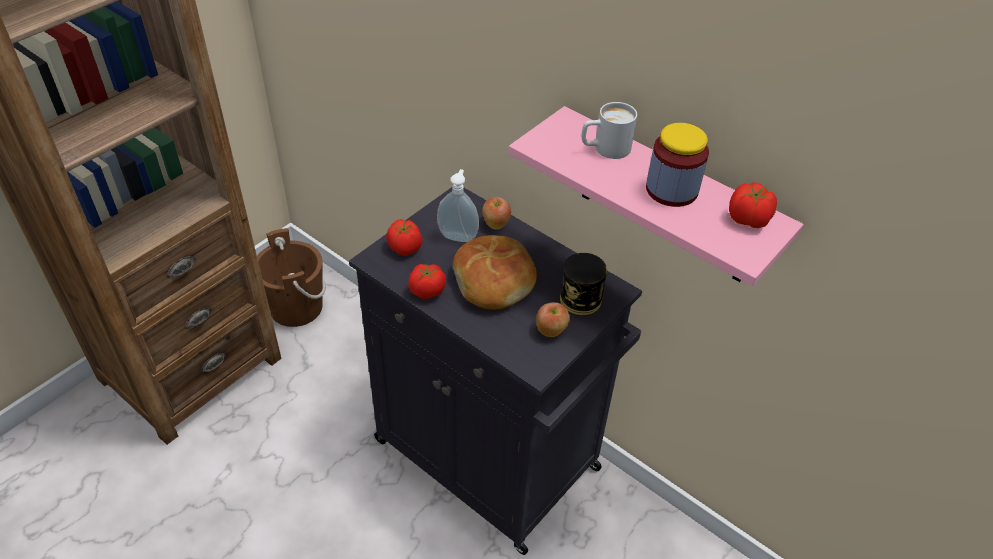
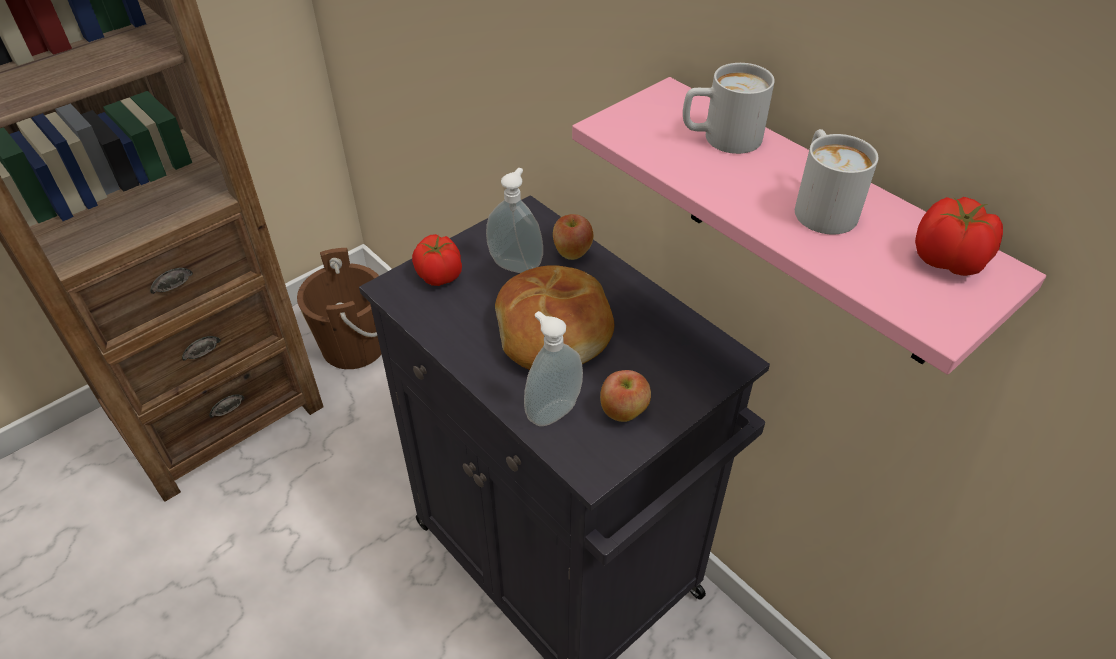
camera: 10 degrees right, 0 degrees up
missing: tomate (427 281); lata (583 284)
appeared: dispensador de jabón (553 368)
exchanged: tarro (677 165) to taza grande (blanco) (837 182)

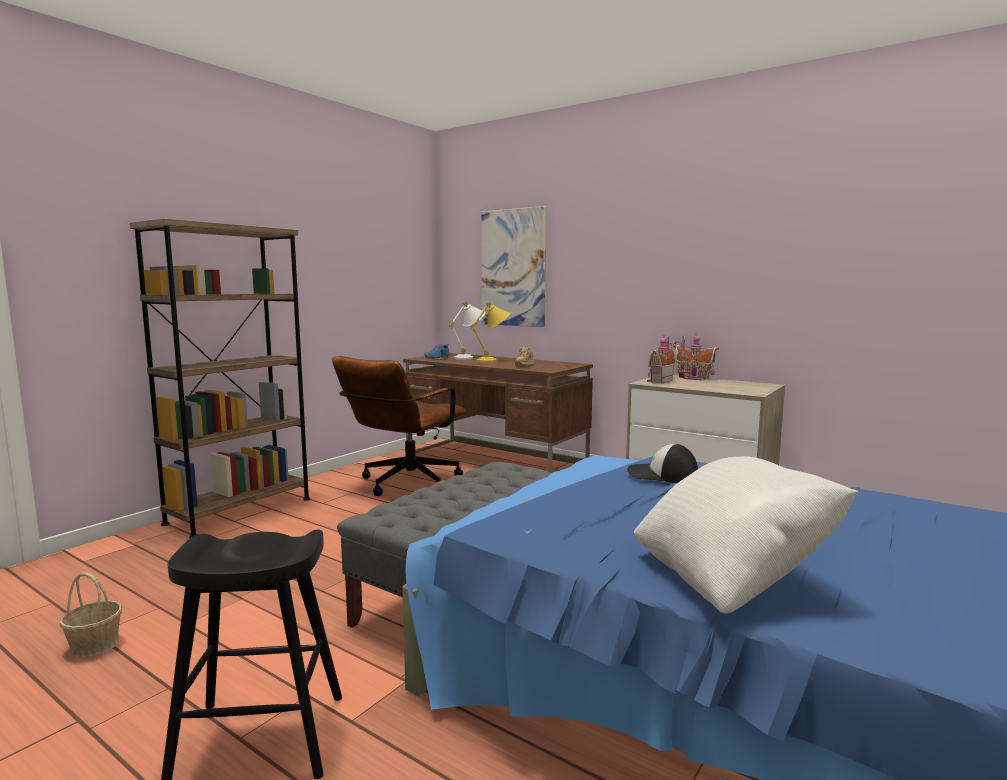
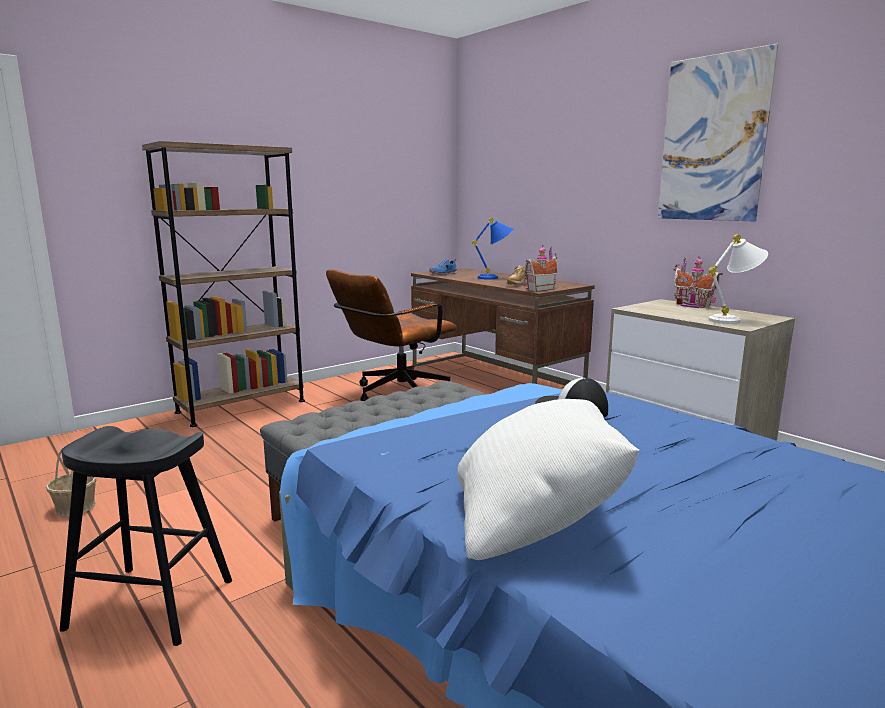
camera: 15 degrees right, 5 degrees up
relocated: lámpara de mesa (blanco) (467 331) to (738 279); cuadro (513 266) to (718 133); casita (661 359) to (540 268)
colour: lámpara de mesa (amarillo) (490 332) to lámpara de mesa (azul) (492 249)

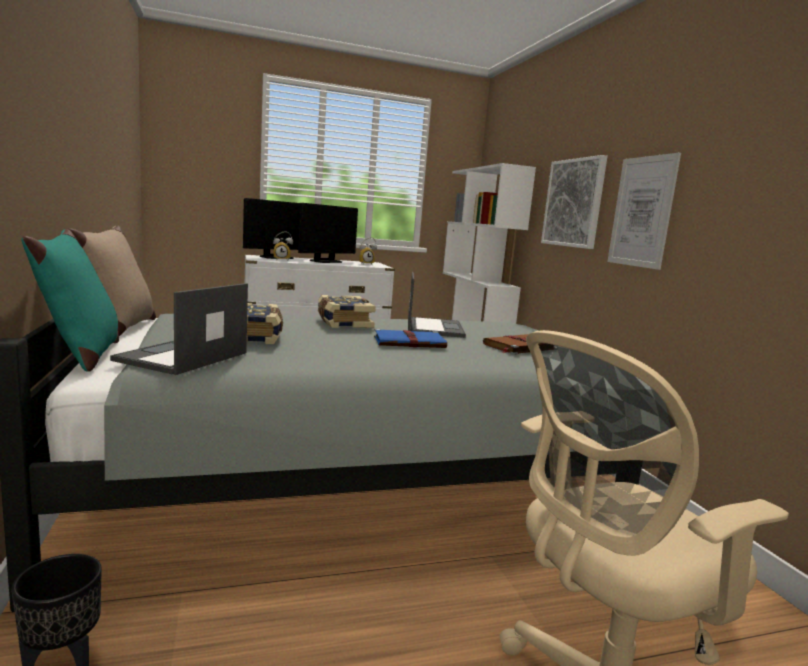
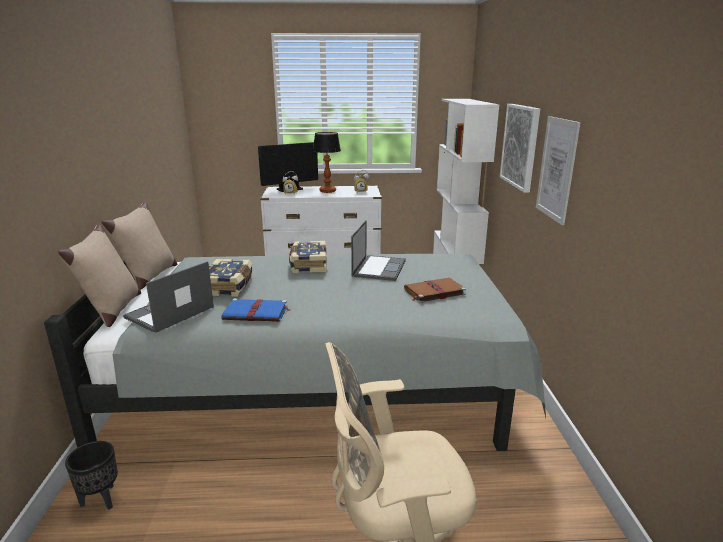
camera: 15 degrees right, 10 degrees up
relocated: libro (azul) (410 338) to (256 310)
exchanged: monitor (328 233) to lámpara de mesa (327 162)
colour: cojín (turquesa) (70 300) to cojín (beis) (99 275)

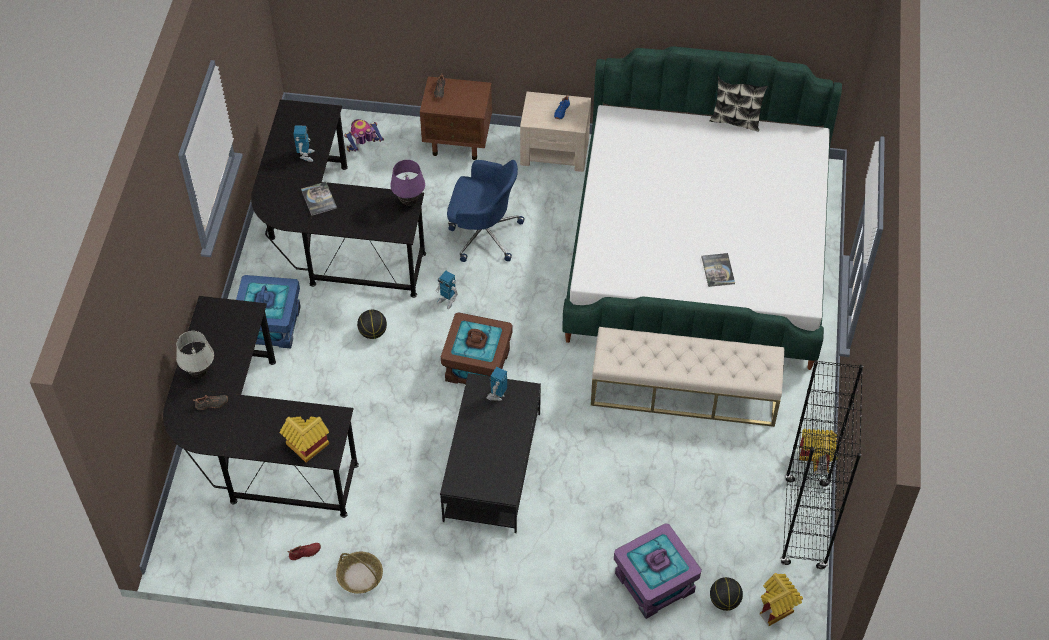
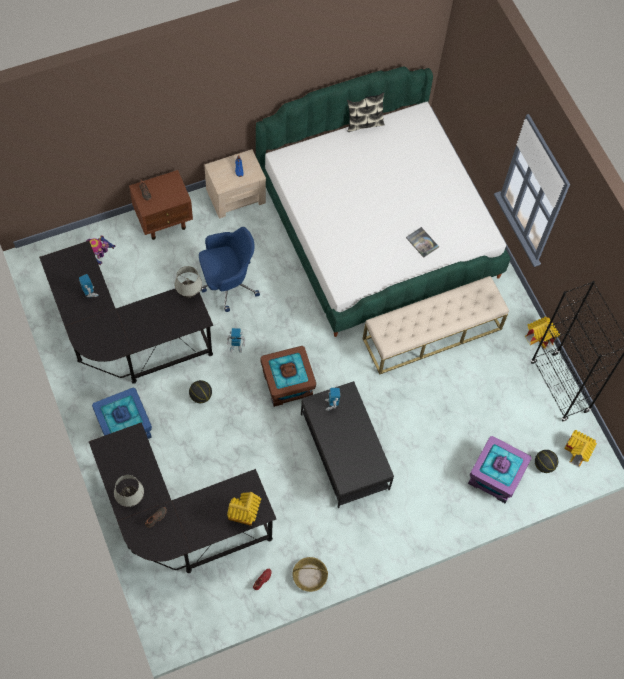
camera: 35 degrees left, 10 degrees up
missing: libro (319 199)
colour: lámpara de mesa (morado) (407 183) to lámpara de mesa (blanco) (188 282)

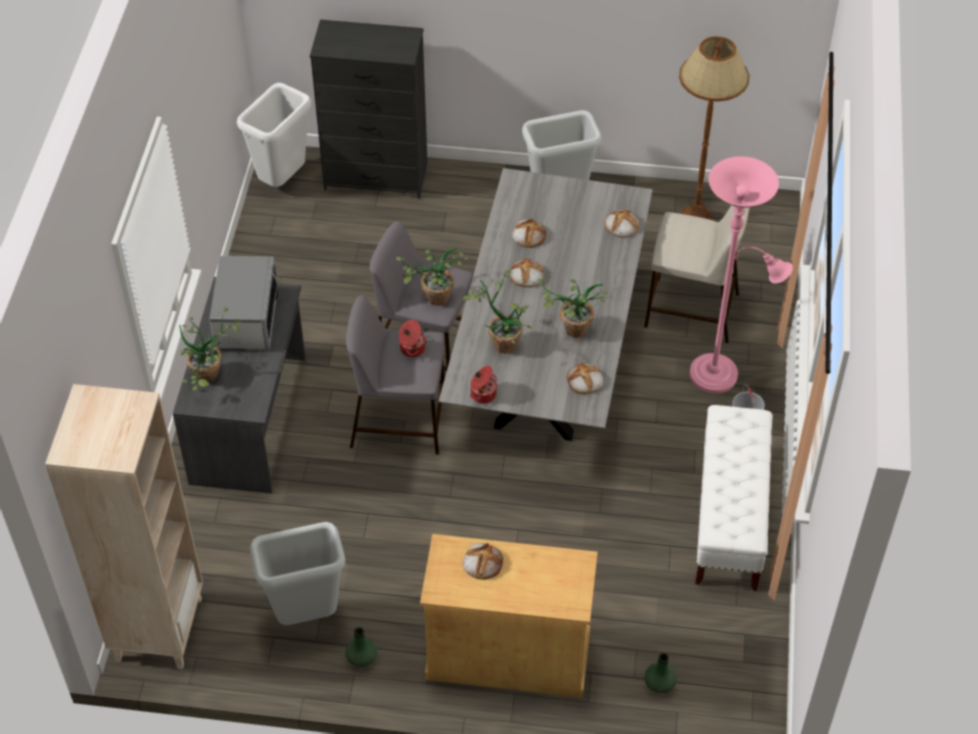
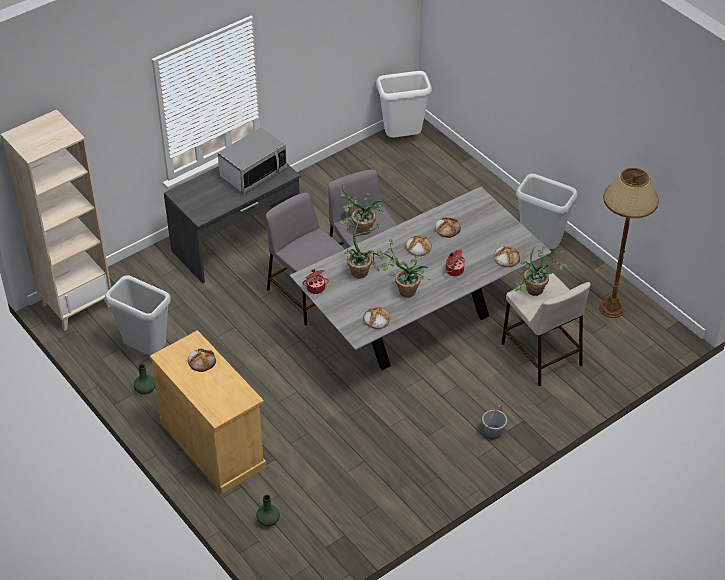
camera: 45 degrees right, 5 degrees down
missing: cómoda (negro) (369 109); lámpara de pie (rosa) (741 274); banco (blanco) (734 498)
relocated: planta en maceta (210 350) to (541 271); olla (412 338) to (455 263)

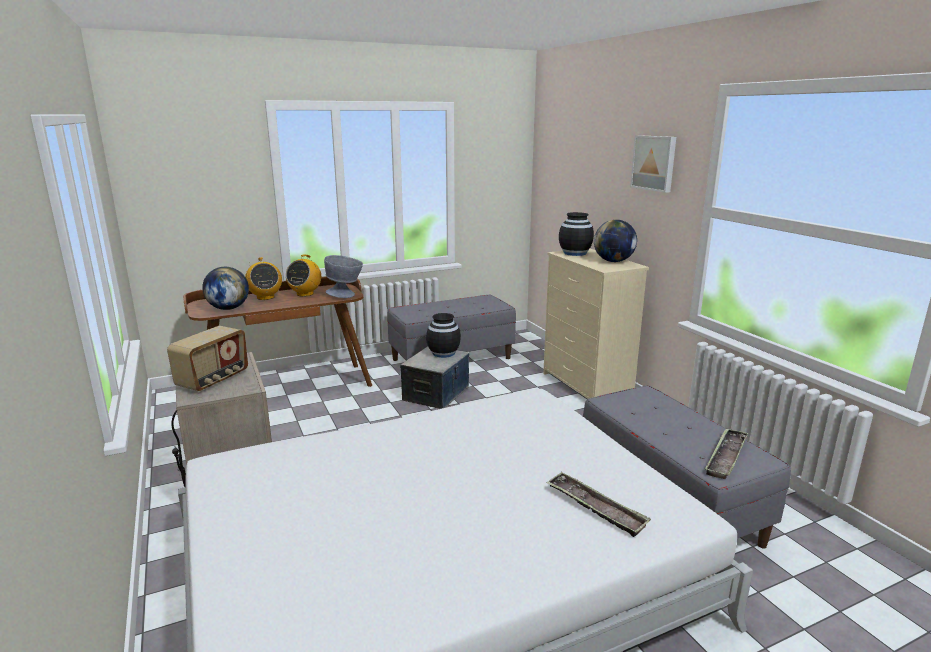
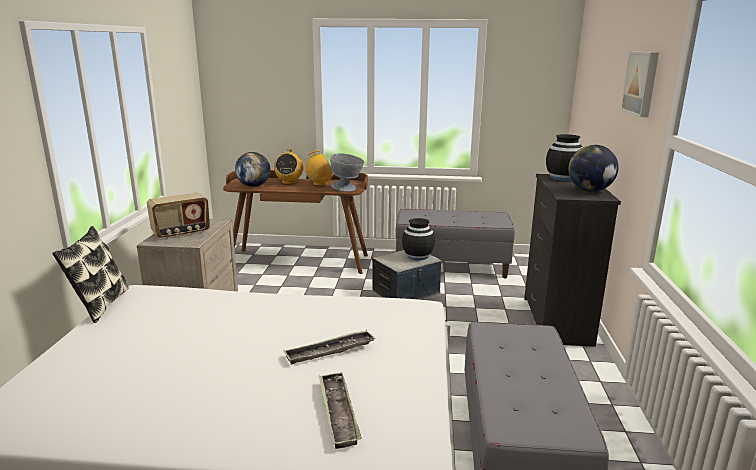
camera: 30 degrees right, 0 degrees up
appeared: cojín (90 274)
relocated: bandeja (726 454) to (330 347)
colour: cómoda (beis) (596 324) to cómoda (negro) (572 260)
spun: radio (303 275) = (319 168) 150 degrees counterclockwise

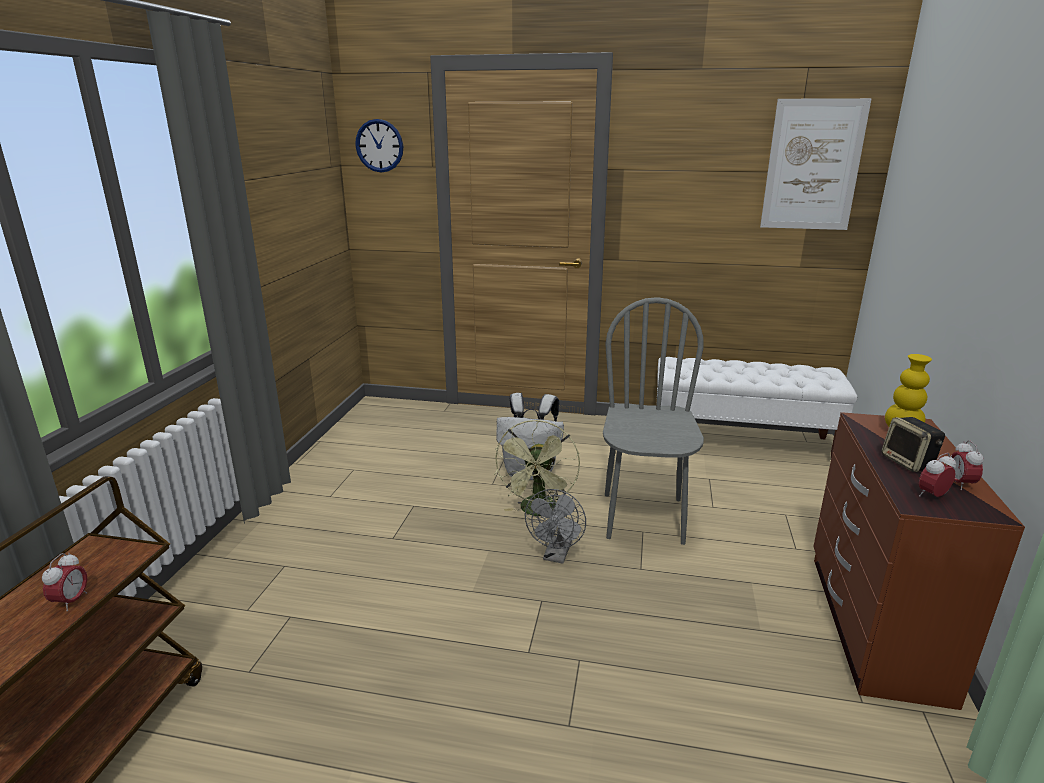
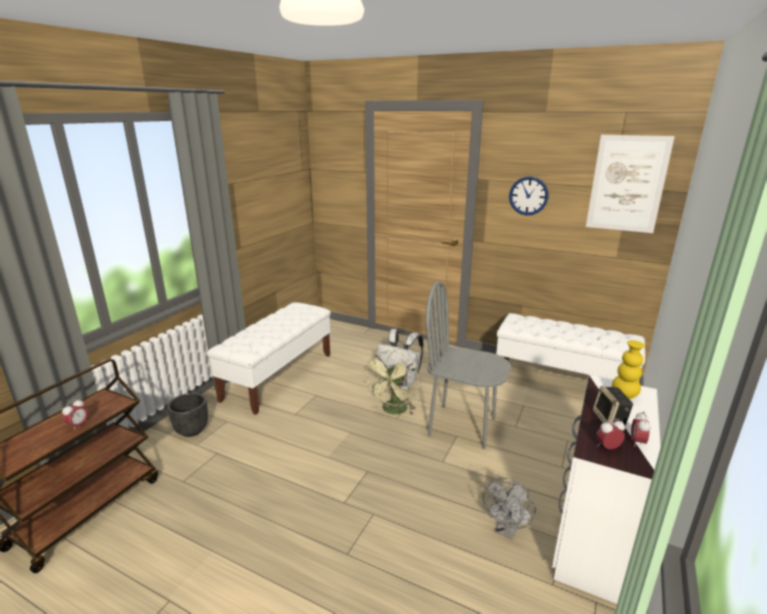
camera: 15 degrees right, 0 degrees up
appeared: maceta (negro) (187 415); banco (blanco) (269 358)
relocated: reloj de pared (379 145) to (529 195); ventilador (gris) (555 526) to (509 508)
colour: cómoda (marrón) (919 561) to cómoda (blanco) (606 489)
spun: silla (gris) (653 421) = (468 365) 90 degrees counterclockwise

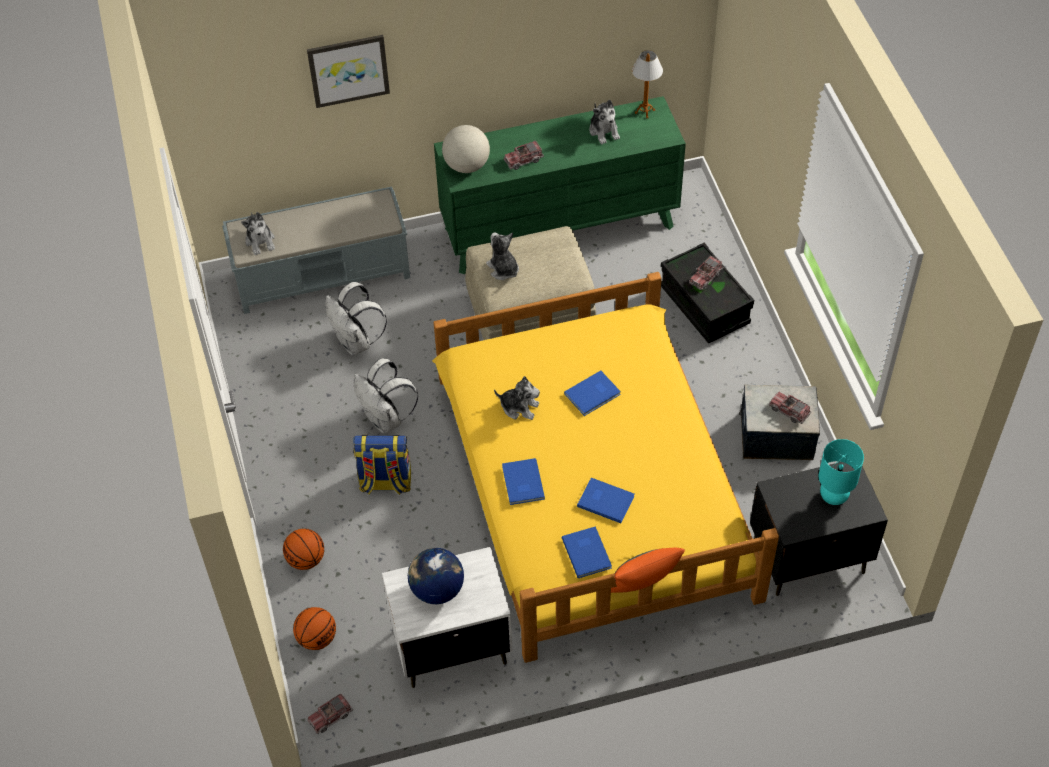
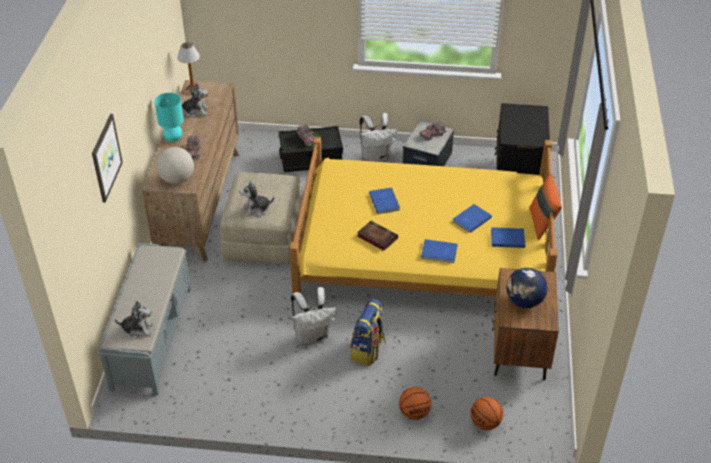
camera: 70 degrees left, 10 degrees down
missing: camión de juguete (330 714)
relocated: mochila (blanco) (356 318) to (378 137); lámpara de mesa (turquesa) (841 472) to (169 117)
exchanged: peluche (517 398) to libro (377 236)
colour: mesita de noche (blanco) (447 617) to mesita de noche (marrón) (525 324); cómoda (verde) (560 185) to cómoda (marrón) (190 171)

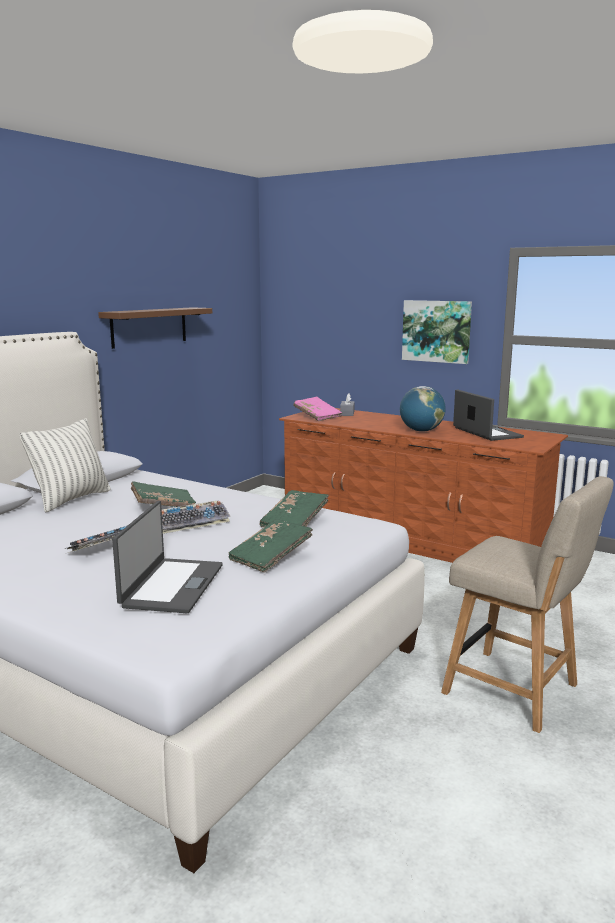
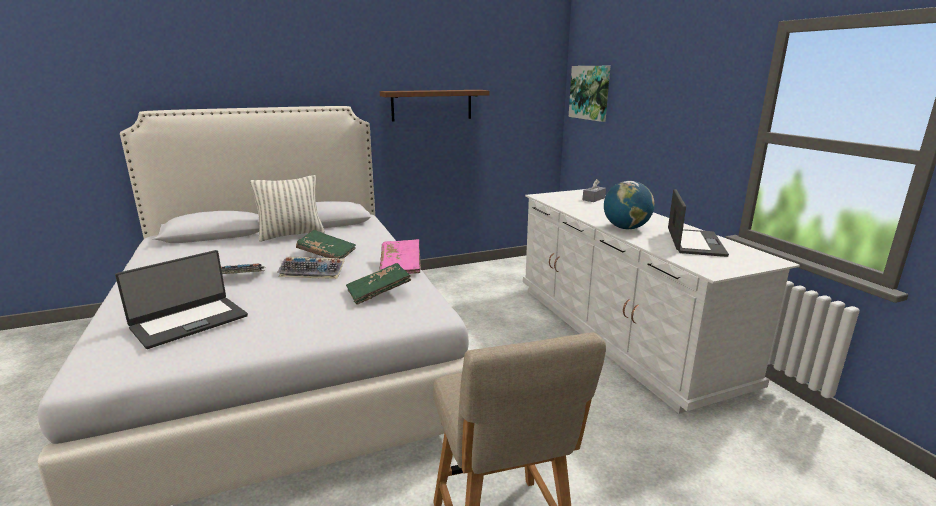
camera: 35 degrees right, 5 degrees up
missing: libro (verde) (271 545)
relocated: libro (rosa) (317 409) to (400 256); cuadro (437 332) to (589 94)
colour: cómoda (marrón) (423 485) to cómoda (blanco) (661 301)

